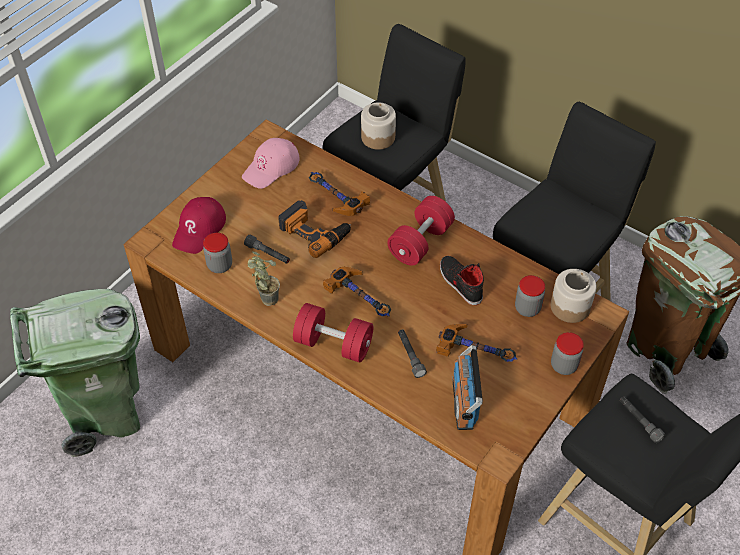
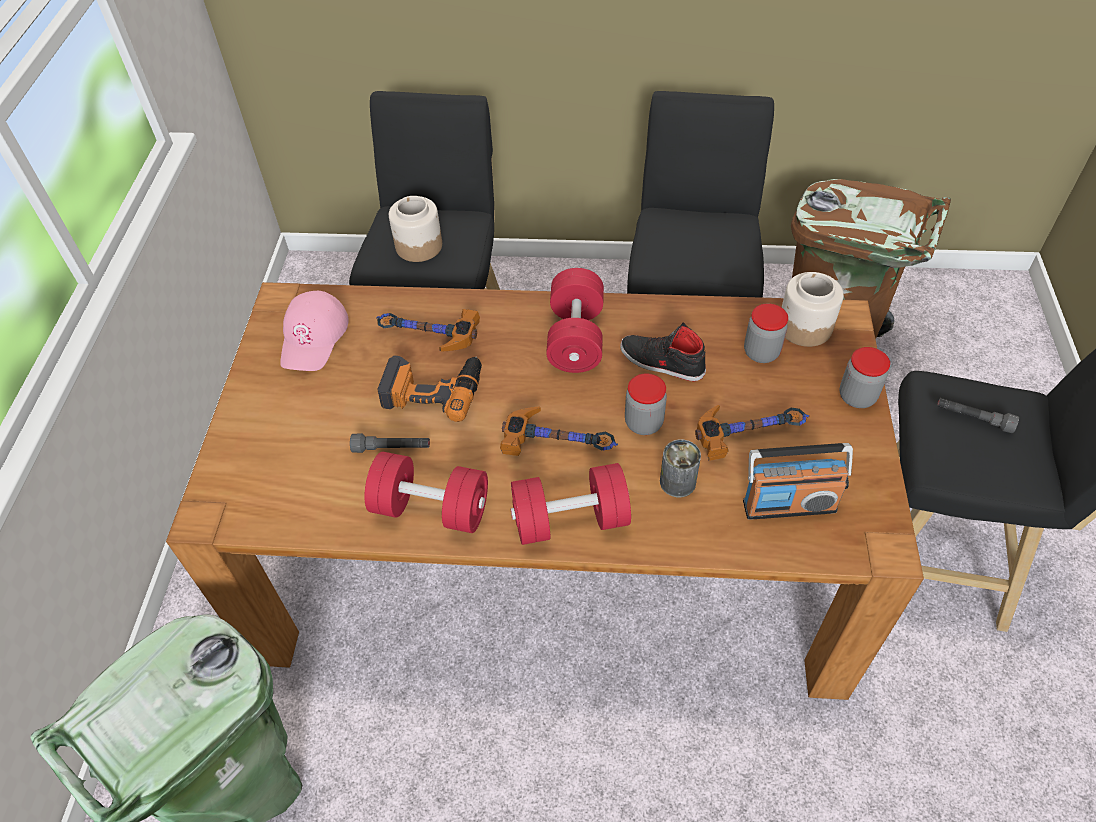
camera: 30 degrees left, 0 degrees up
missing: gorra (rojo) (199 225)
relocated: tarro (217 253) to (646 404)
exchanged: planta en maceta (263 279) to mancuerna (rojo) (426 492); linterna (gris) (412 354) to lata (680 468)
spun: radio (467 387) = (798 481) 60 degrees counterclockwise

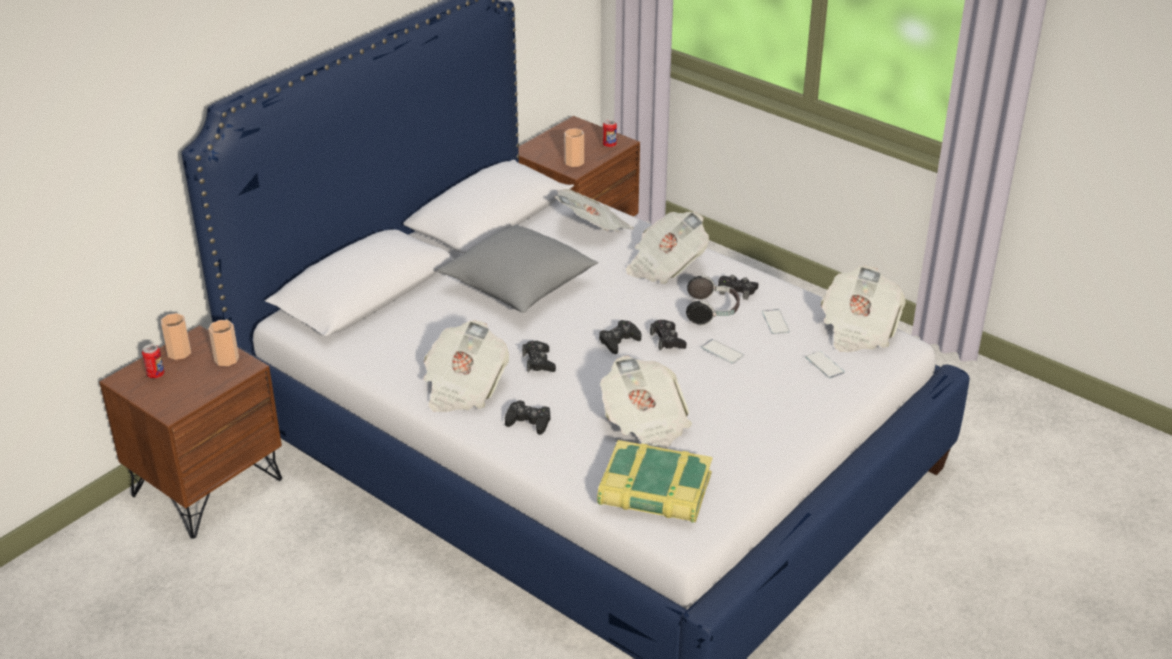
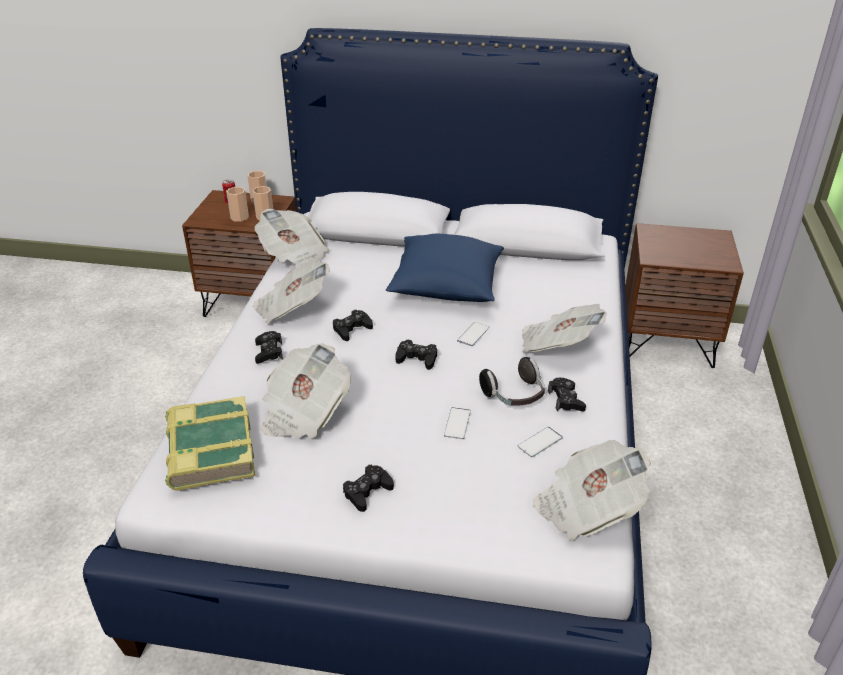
camera: 60 degrees right, 0 degrees up
missing: lata (610 133)
relocated: periódico (594 210) to (292 238); taza (574 147) to (238 204); mando de consola (negro) (668 335) to (368 488); móvil (825 364) to (473 334)
colour: cojín (gris) (518 268) to cojín (azul) (445 268)

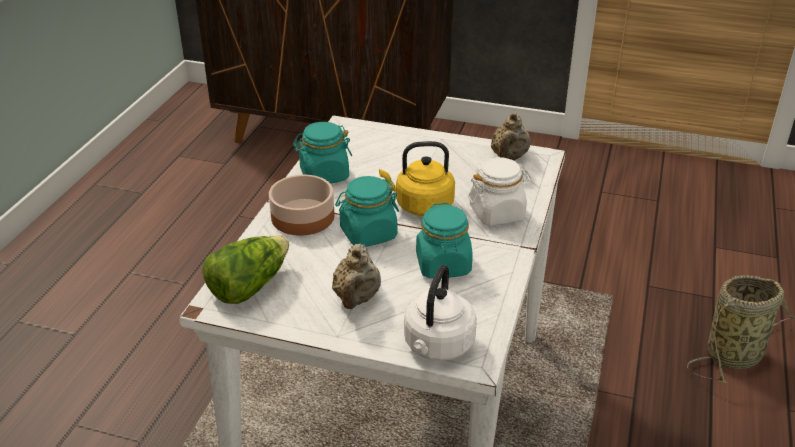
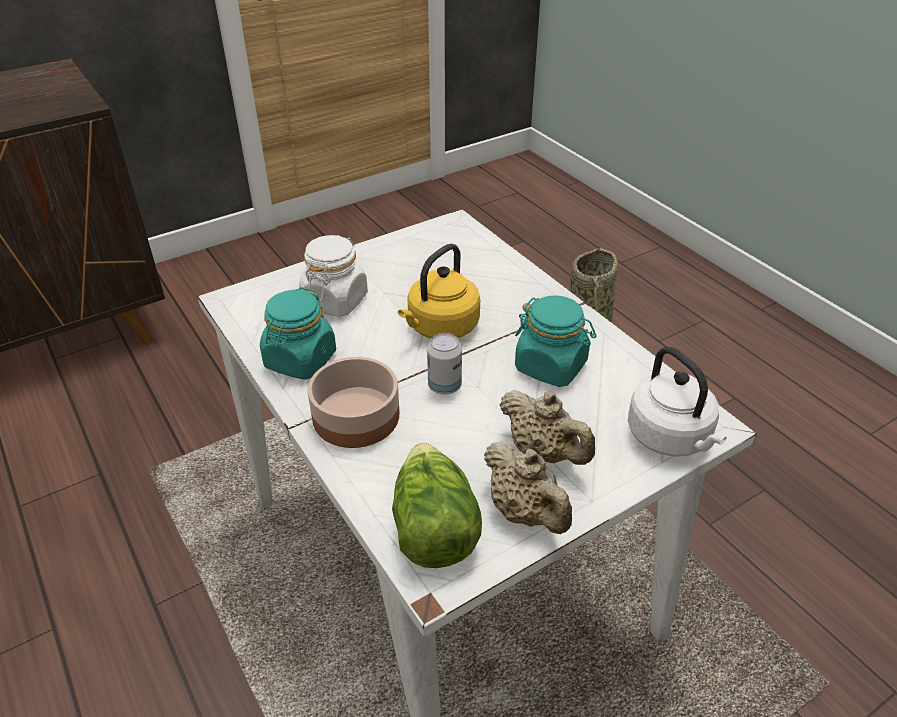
camera: 50 degrees left, 5 degrees up
relocated: tarro (blanco) (499 191) to (333 276); tetera (beis) (510 136) to (528 487)
exchanged: tarro (turquesa) (367 211) to lata (444 364)

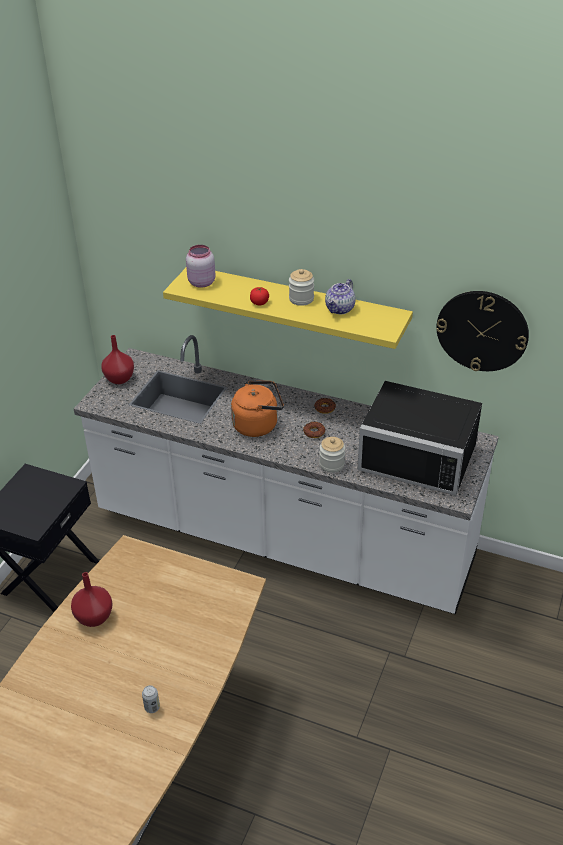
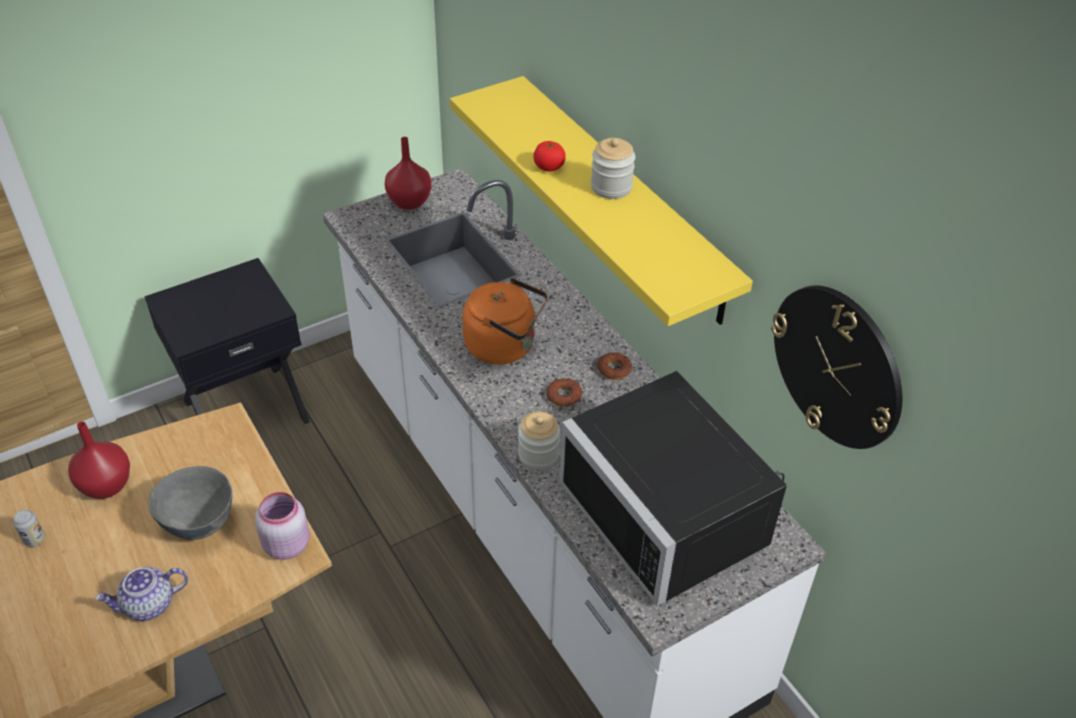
camera: 35 degrees right, 5 degrees up
appeared: cuenco (gris) (190 503)
relocated: lata (151 699) to (29 528); tarro (rosa) (201 266) to (282 526); tetera (340 296) to (141 594)

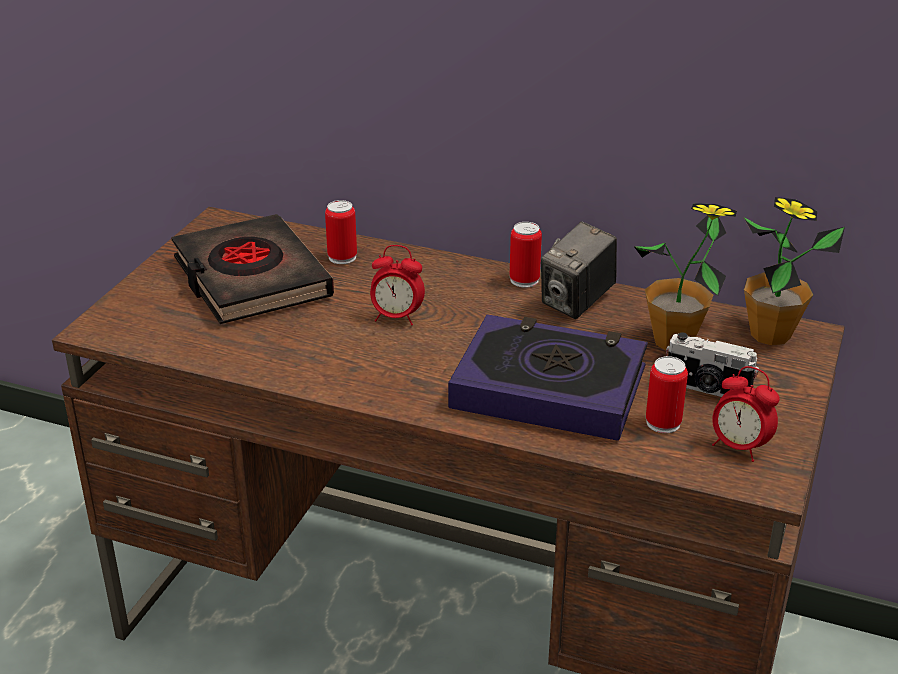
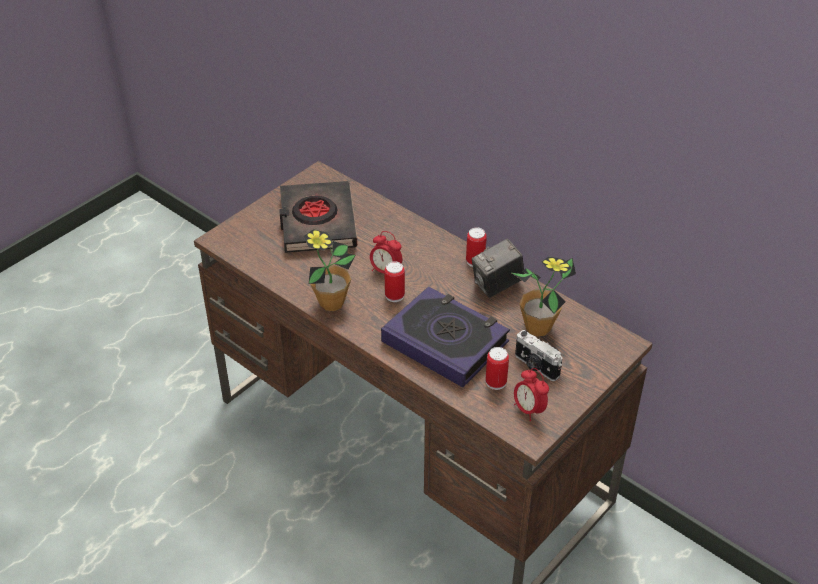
camera: 20 degrees right, 10 degrees up
relocated: lata (341 232) to (394 281); planta en maceta (794 271) to (330 270)

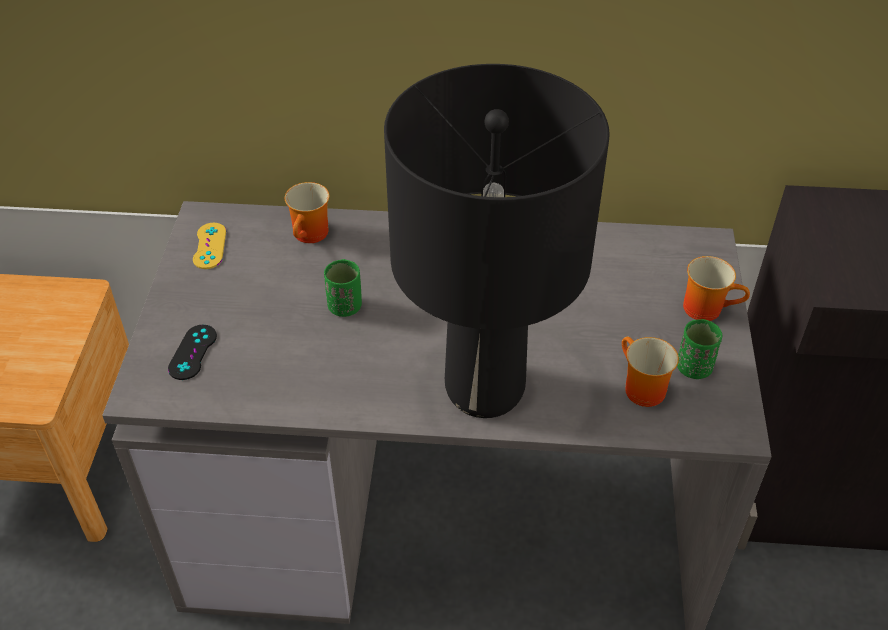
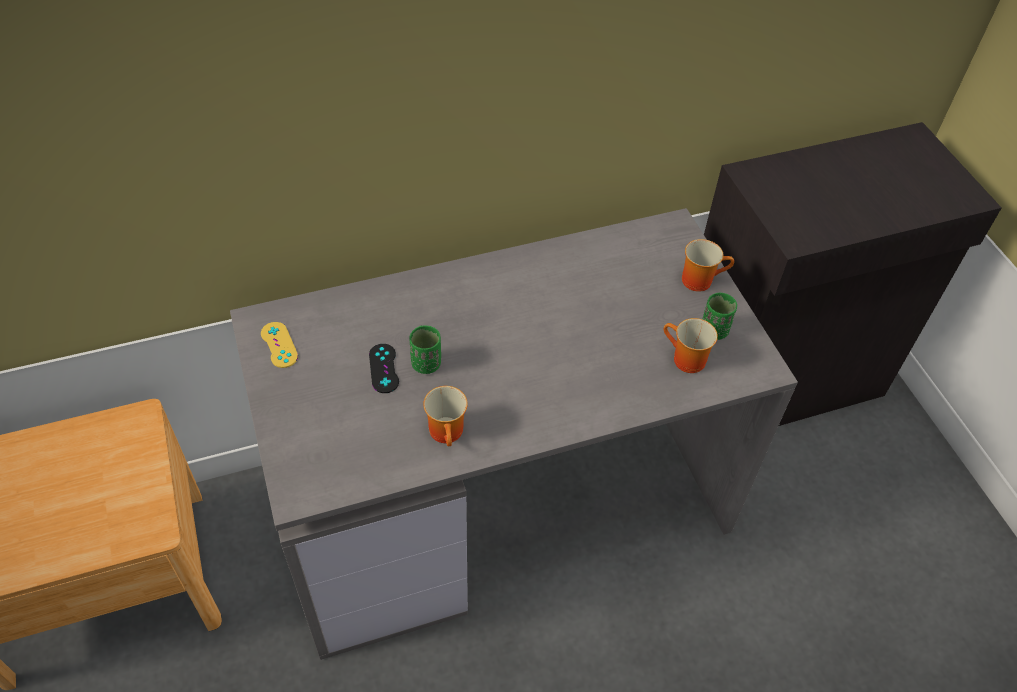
camera: 25 degrees left, 5 degrees up
missing: lámpara de mesa (negro) (497 241)
relocated: mando de consola (negro) (192 352) to (384 368); taza grande (307 212) to (445 416)

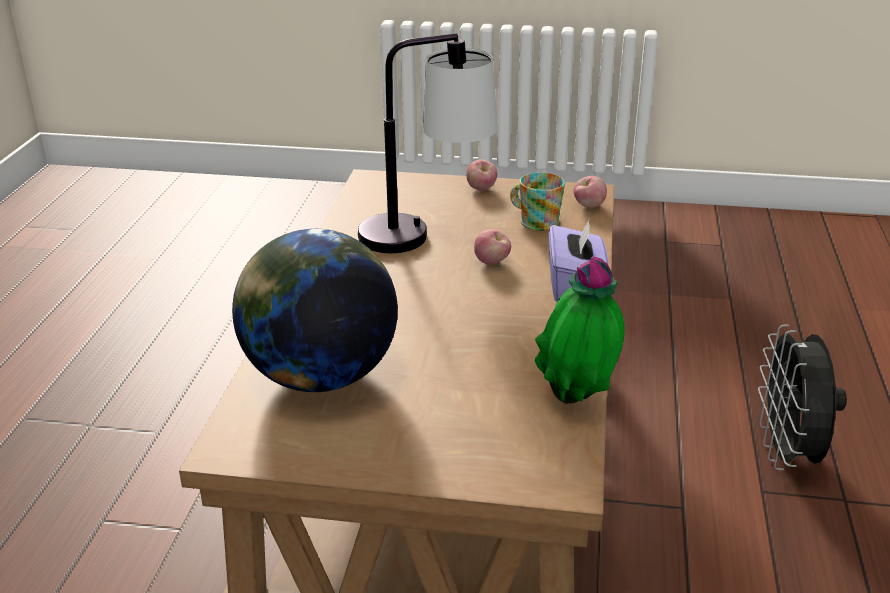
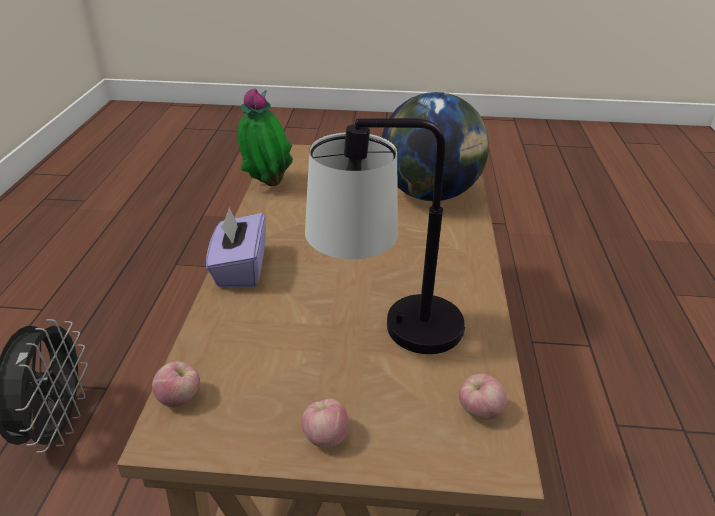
camera: 175 degrees right, 5 degrees up
missing: taza grande (537 202)
relocated: manzana (492 247) to (483 397)

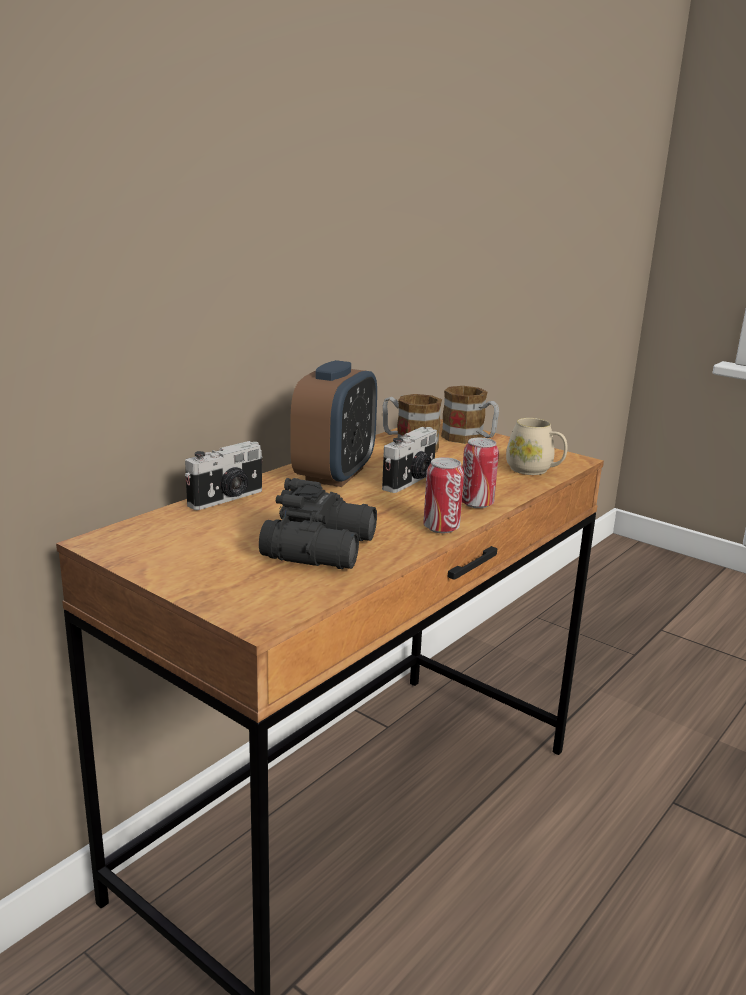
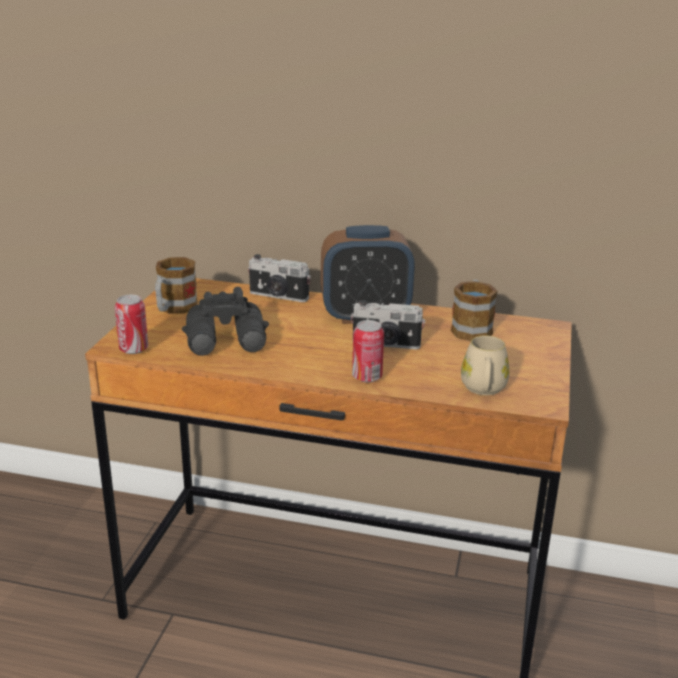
camera: 65 degrees right, 5 degrees up
relocated: lata (443 495) to (131 324); taza grande (470 415) to (176 285)

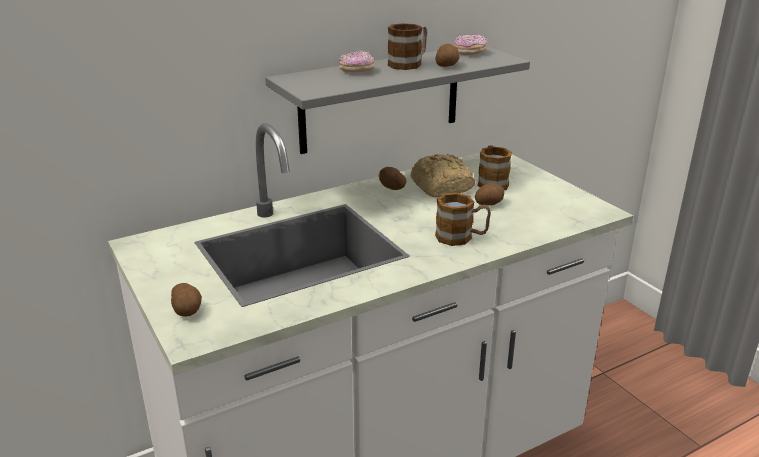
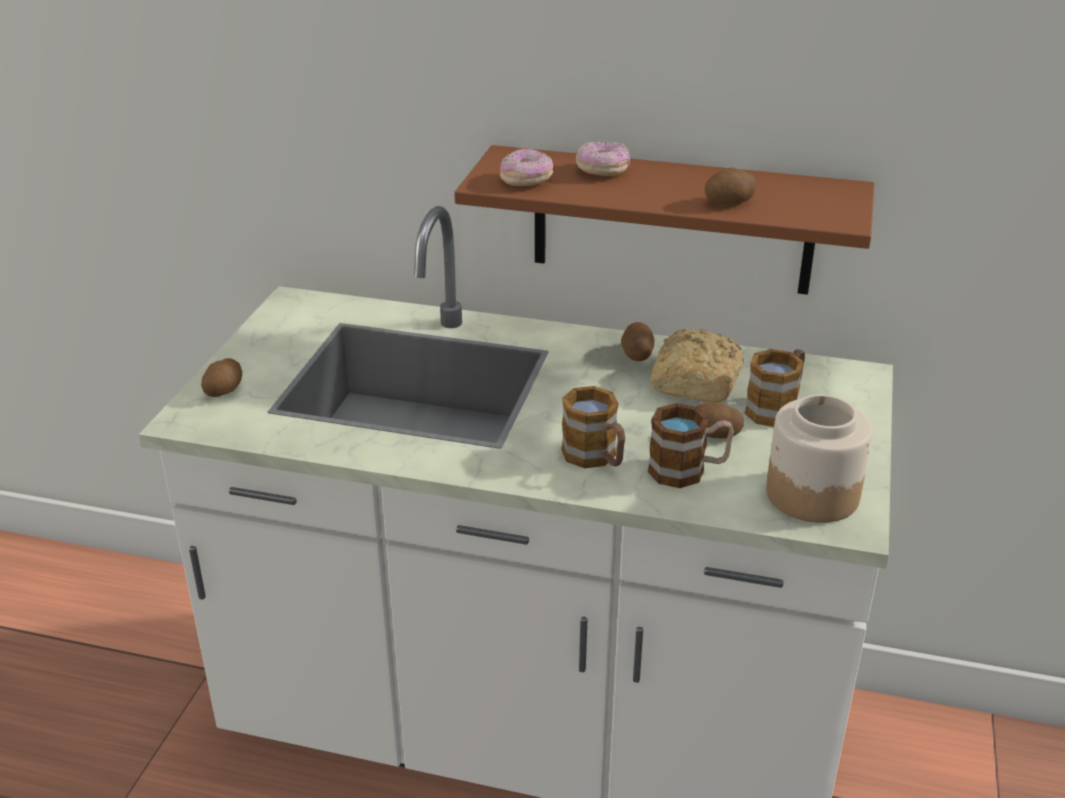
camera: 45 degrees right, 5 degrees up
appeared: tarro (819 458)
relocated: taza grande (407 46) to (691 445); rosquilla (471 44) to (526 167)
colour: estante (gris) (397 100) to estante (marrón) (664 220)

